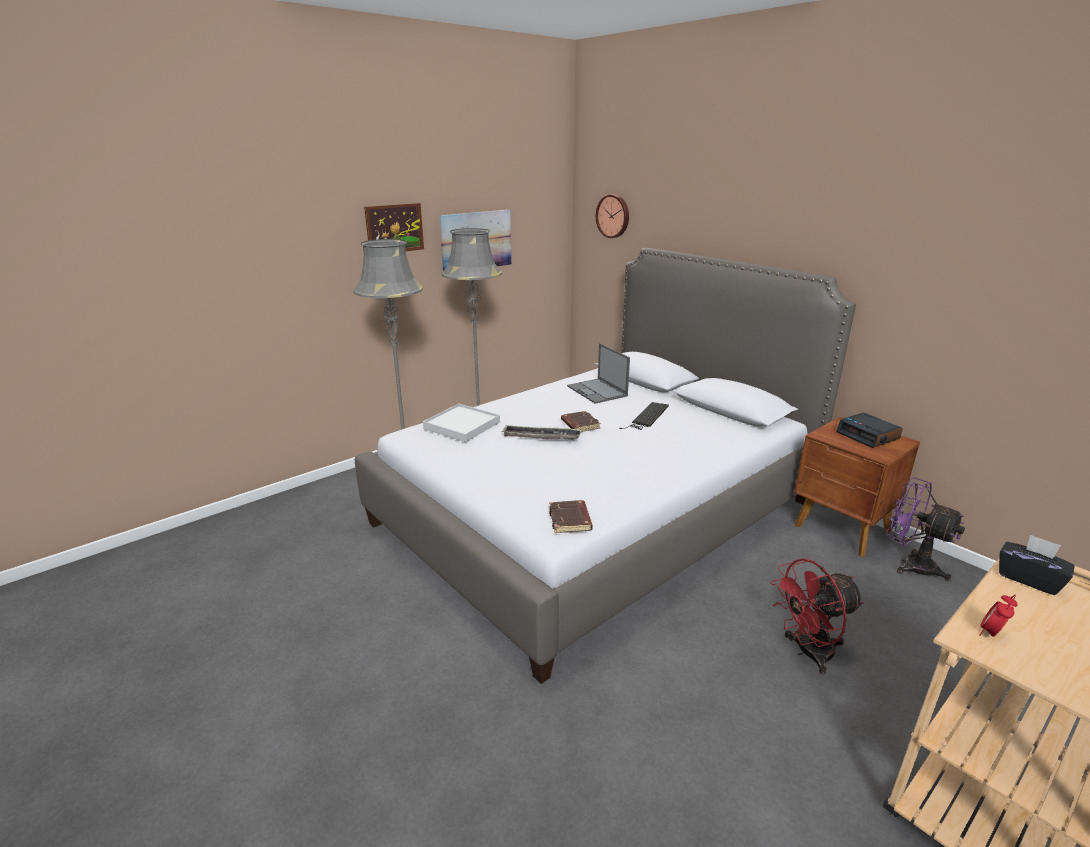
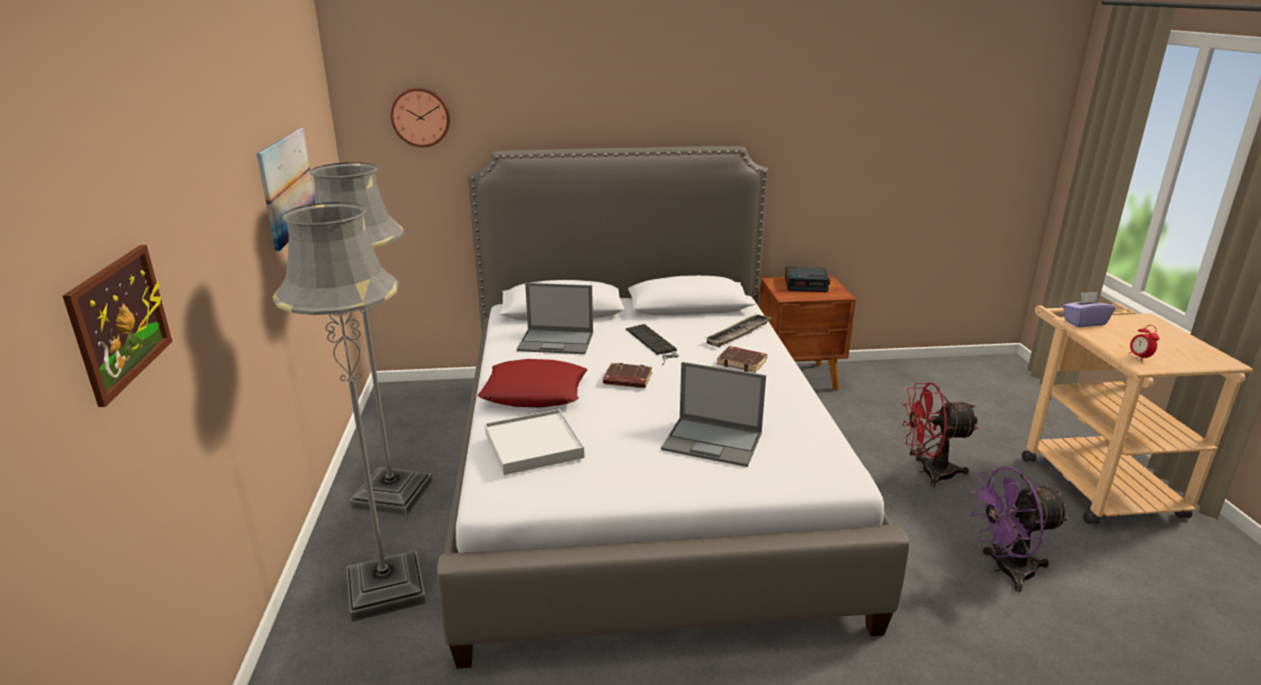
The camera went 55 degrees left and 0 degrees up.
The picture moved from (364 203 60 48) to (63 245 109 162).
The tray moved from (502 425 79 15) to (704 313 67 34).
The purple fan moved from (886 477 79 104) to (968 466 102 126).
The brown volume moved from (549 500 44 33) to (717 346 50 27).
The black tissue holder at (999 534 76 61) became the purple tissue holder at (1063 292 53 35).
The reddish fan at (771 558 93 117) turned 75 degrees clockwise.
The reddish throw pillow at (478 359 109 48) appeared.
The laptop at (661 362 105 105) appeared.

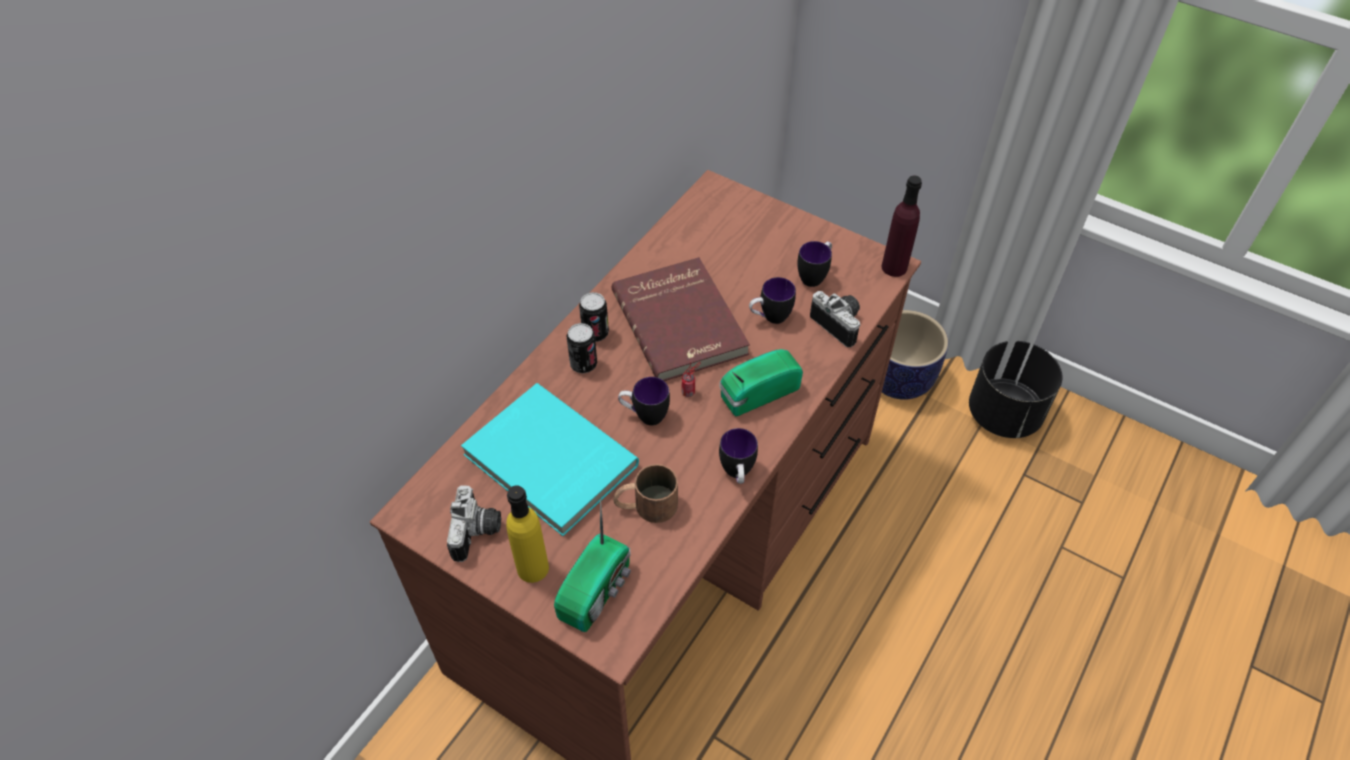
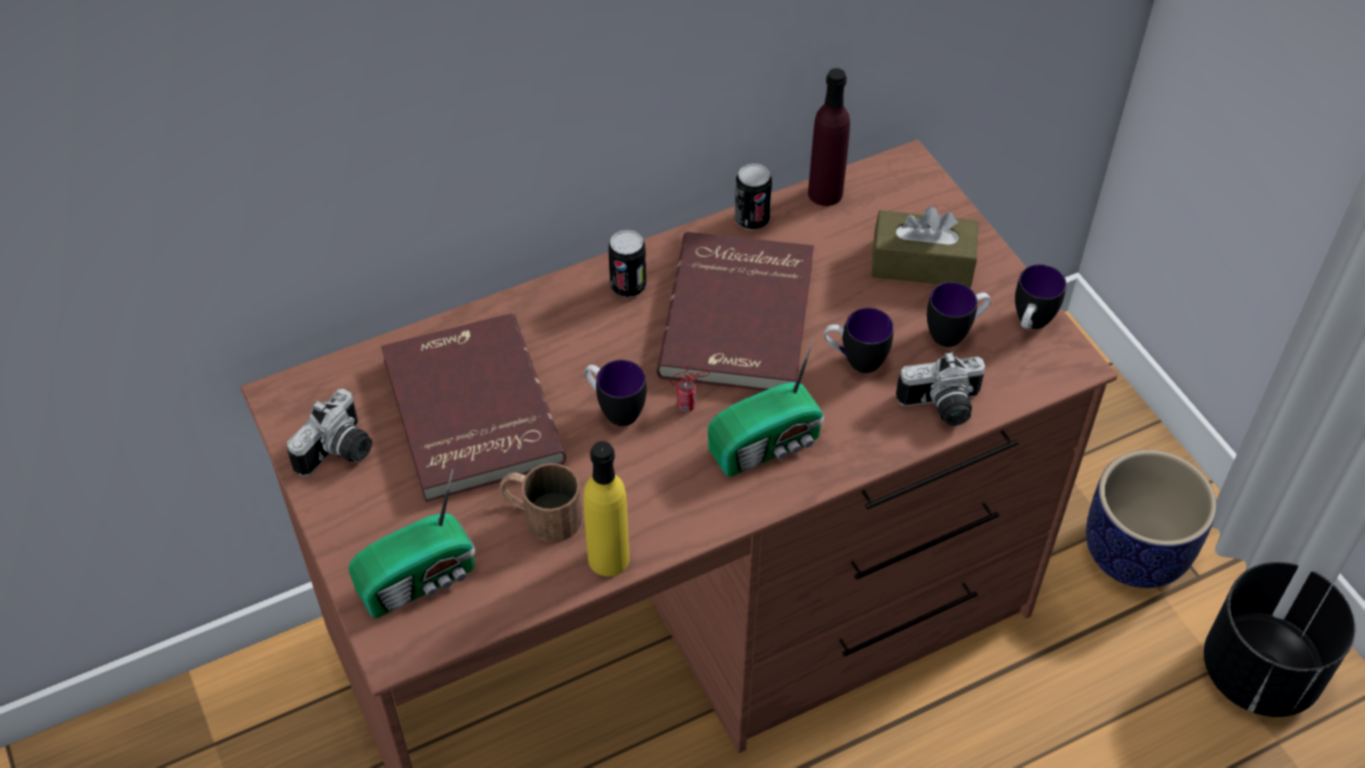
The camera went 30 degrees right and 0 degrees up.
The purple bottle moved from (882 175 40 102) to (808 68 42 138).
The still camera at (810 291 51 56) turned 90 degrees clockwise.
The metal can moved from (566 323 31 50) to (735 163 37 67).
The radio at (719 349 84 67) turned 150 degrees clockwise.
The blue-green volume at (461 383 178 153) became the reddish volume at (381 313 185 189).
The coffee mug moved from (719 428 39 56) to (1015 264 52 65).
The yellow-coloured bottle moved from (506 485 43 98) to (583 441 47 135).
The brown tissue holder at (871 207 108 81) appeared.

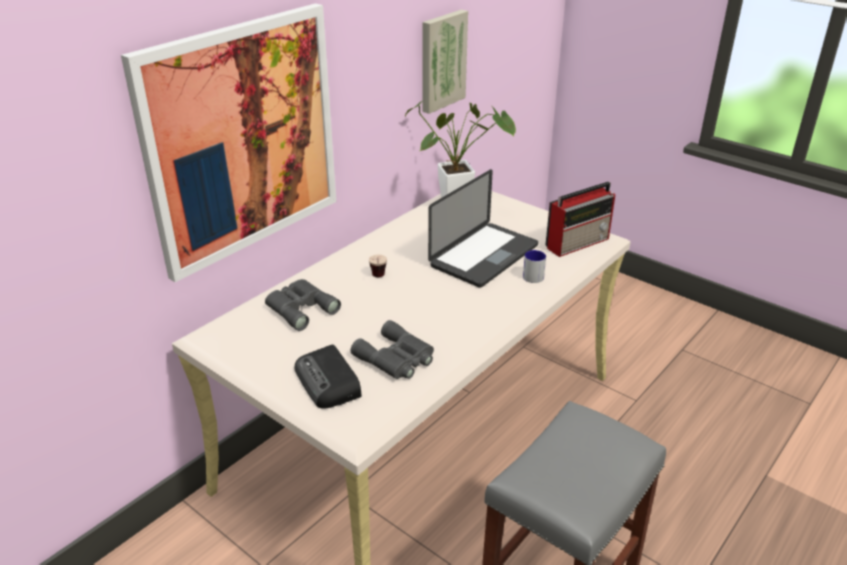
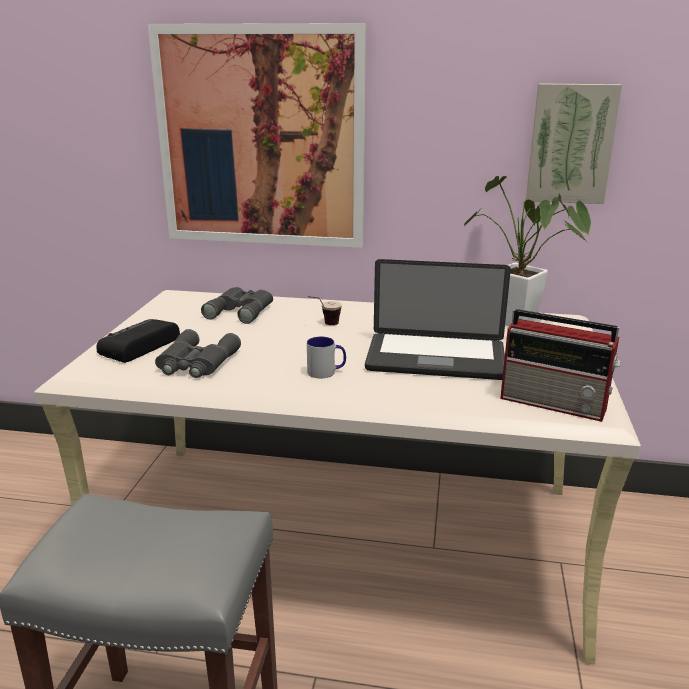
The camera went 60 degrees right and 10 degrees down.
The coffee mug moved from (523 250 23 33) to (307 337 39 41).

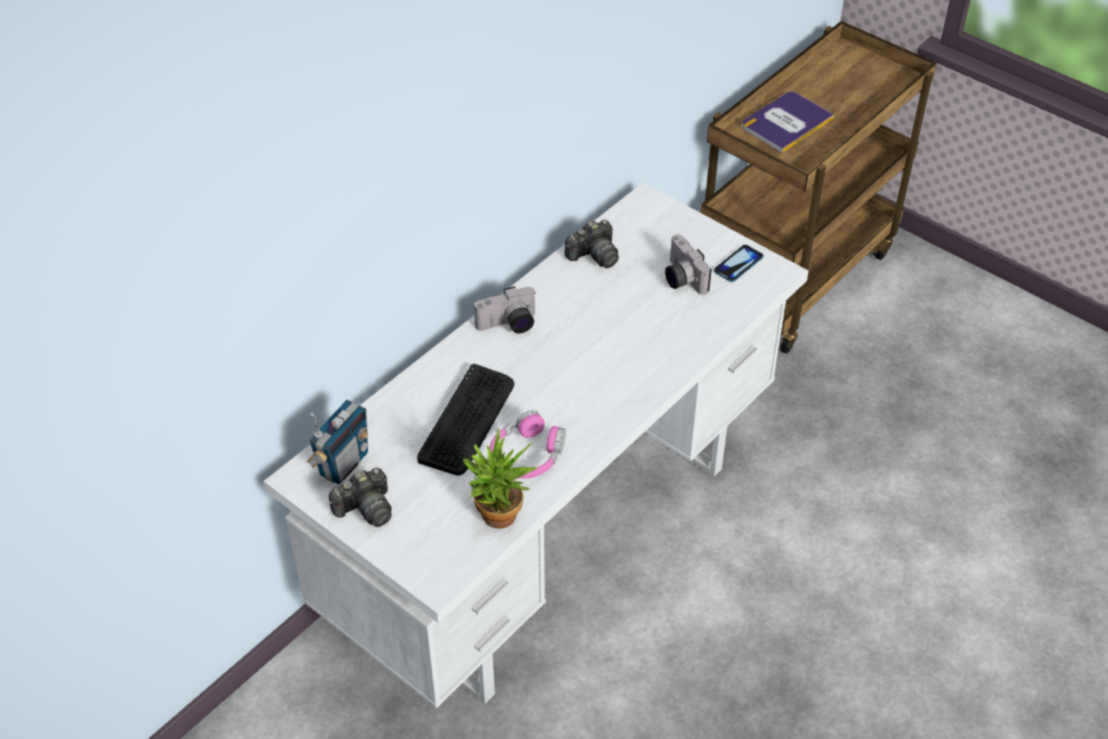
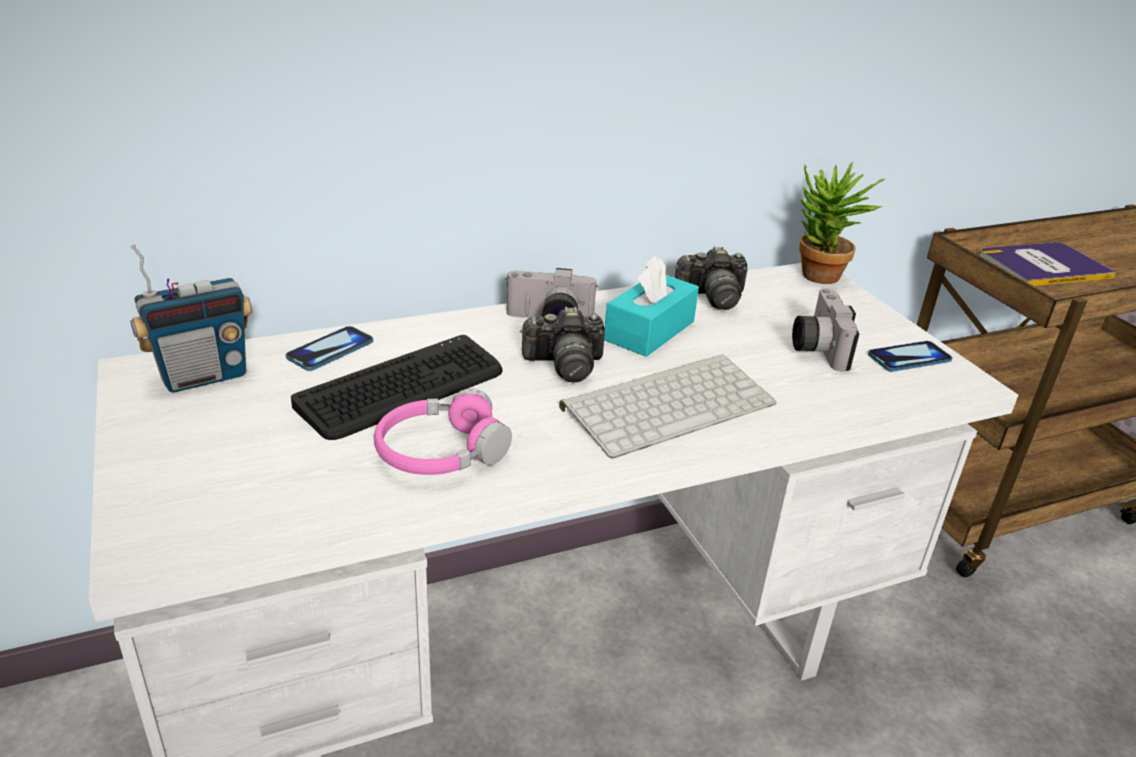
The camera went 25 degrees right and 15 degrees down.
The plant in a pot moved from (463 428 75 101) to (799 162 86 122).
The still camera moved from (329 468 63 59) to (520 307 85 75).
The blue-green tissue holder at (604 255 95 102) appeared.
The handset at (285 326 88 45) appeared.
The keyboard at (559 355 218 104) appeared.

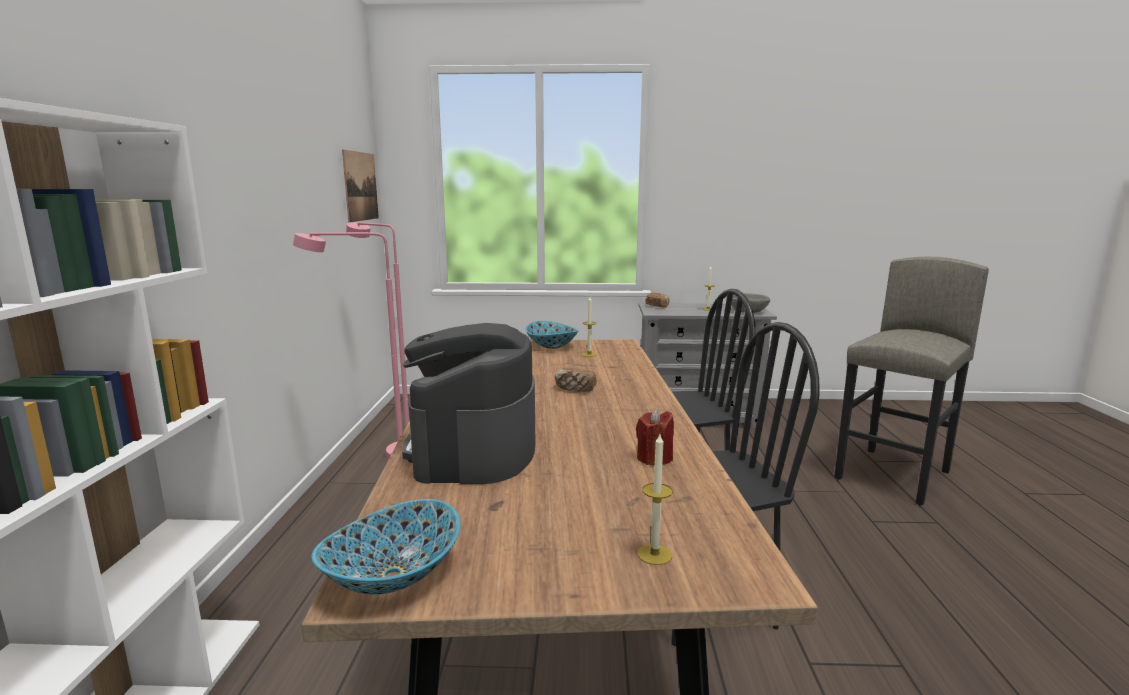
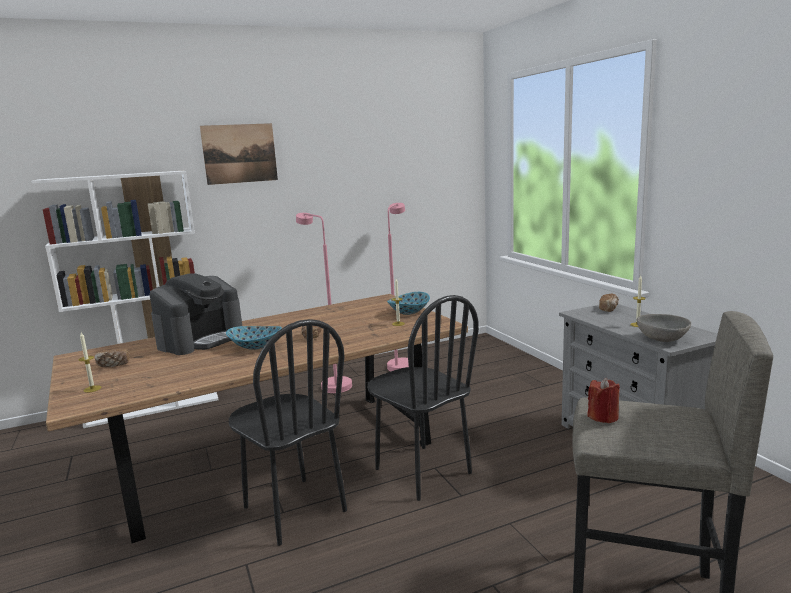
The camera went 65 degrees right and 0 degrees up.
The picture moved from (342 150 37 73) to (200 123 78 62).
The coffee maker at (402 323 134 161) turned 150 degrees clockwise.
The reddish wax candle moved from (636 409 38 56) to (587 378 33 45).
The serving bowl moved from (311 499 150 96) to (226 326 56 24).
The baked bread at (95 349 35 18) appeared.

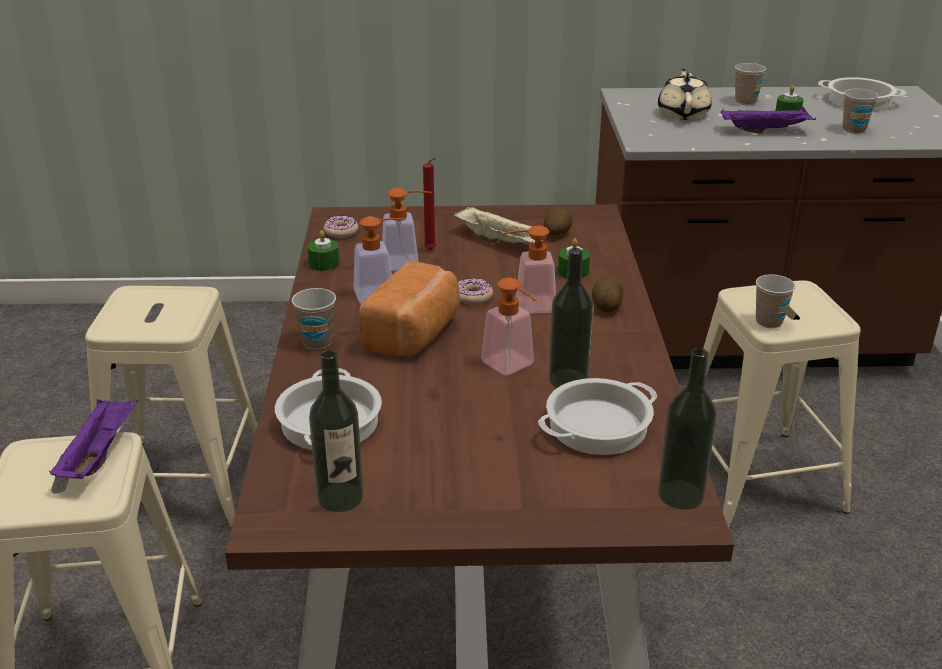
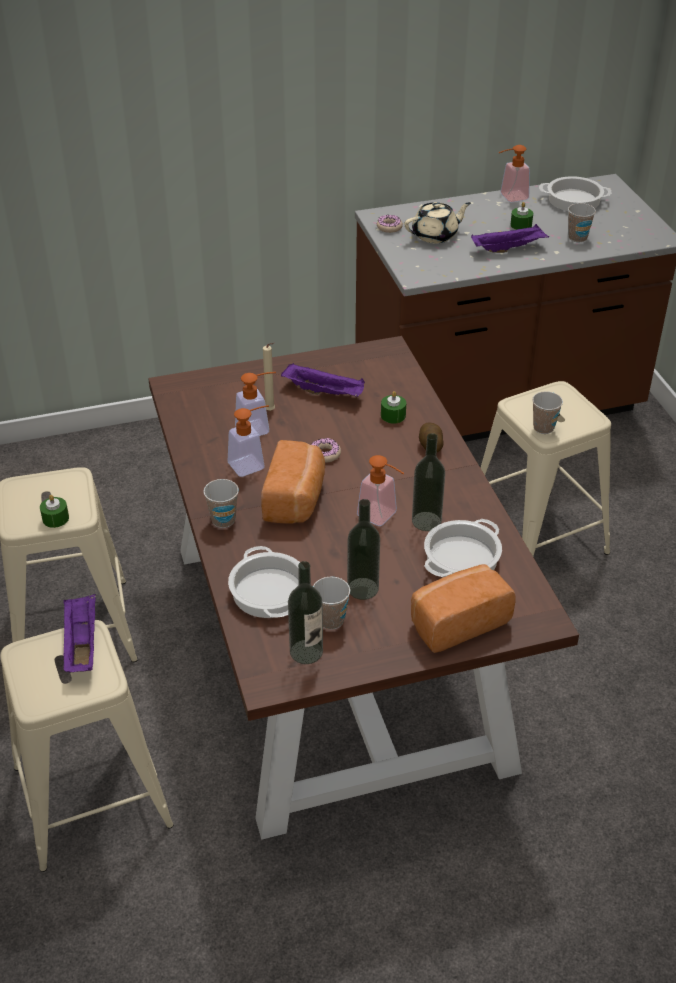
The camera went 15 degrees left and 10 degrees up.
The small cup moved from (735 63 31 42) to (313 576 37 54).
The beige-coloured tea pot at (658 69 54 51) turned 75 degrees clockwise.
The reddish wax candle at (423 158 13 92) became the beige-coloured wax candle at (263 343 12 68).
The beige-coloured tray at (454 206 93 37) became the purple tray at (281 363 84 34).
The potato at (544 207 29 28) disappeared.
The donut moved from (323 216 35 22) to (377 215 26 18).
The soap dispenser moved from (502 226 54 88) to (499 145 31 57).
The greenish wax candle moved from (308 230 32 41) to (40 495 29 33).
The bottle moved from (658 348 59 162) to (347 499 33 101).
The baked bread at (411 564 105 89) appeared.

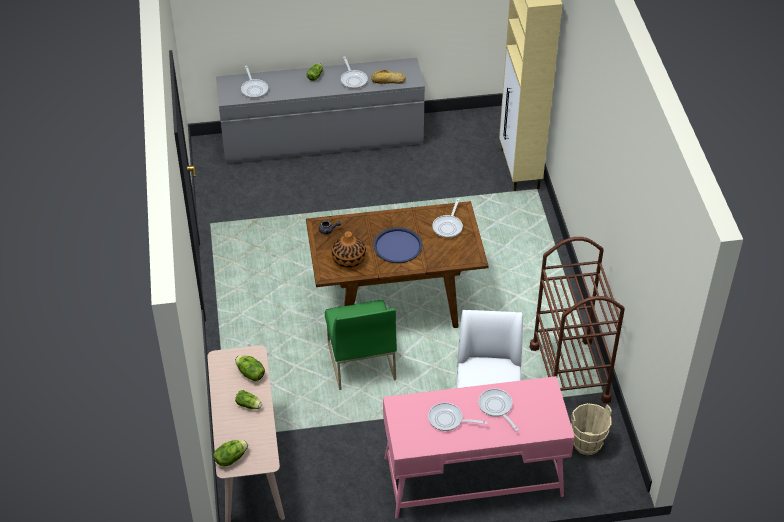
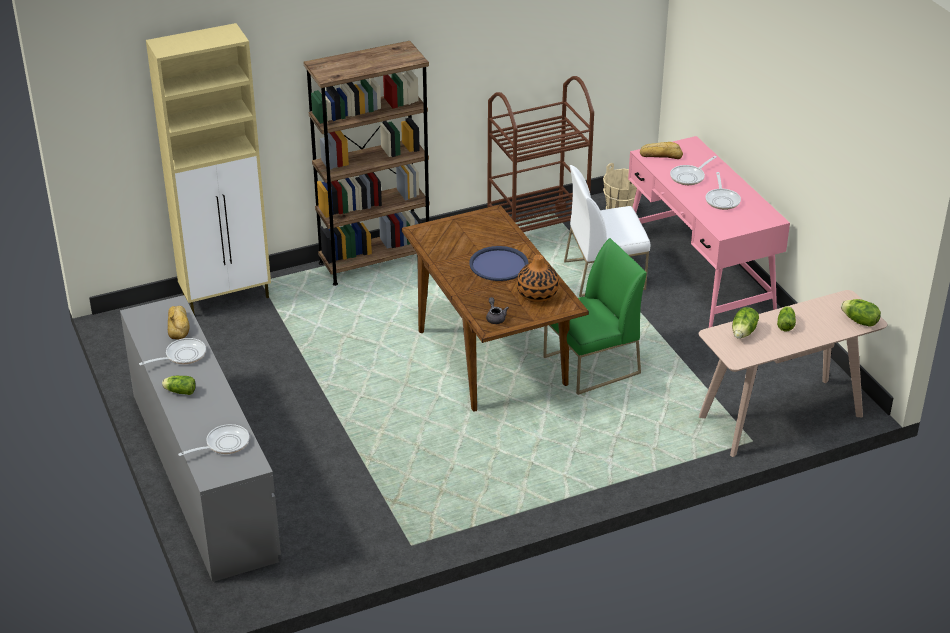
The camera went 105 degrees left and 10 degrees down.
The skillet at (432 199 31 39) disappeared.
The brown shelving unit at (303 41 127 245) appeared.
The baked bread at (640 142 43 17) appeared.

